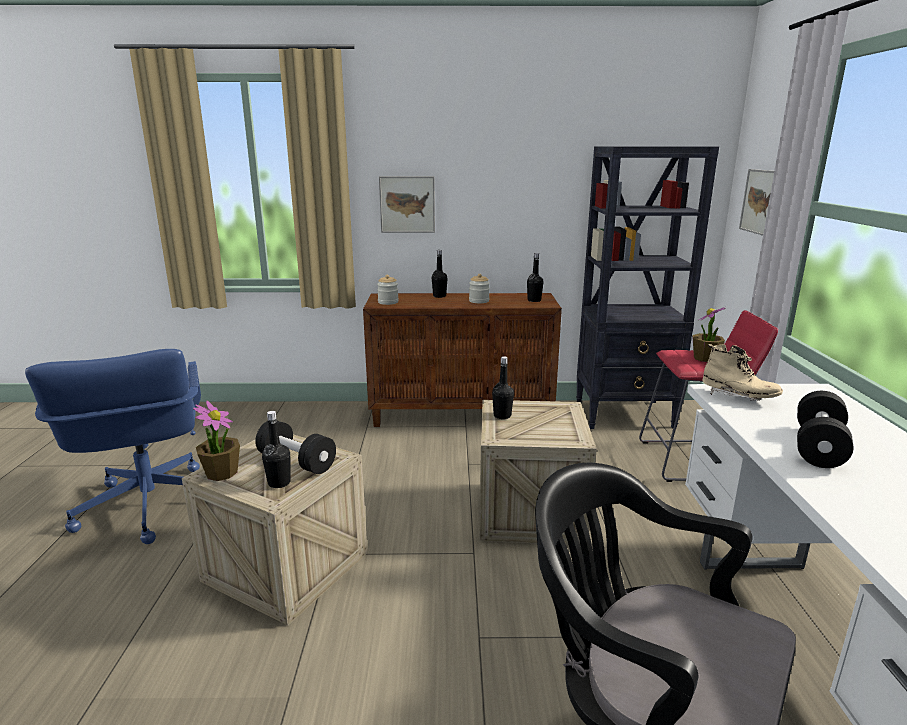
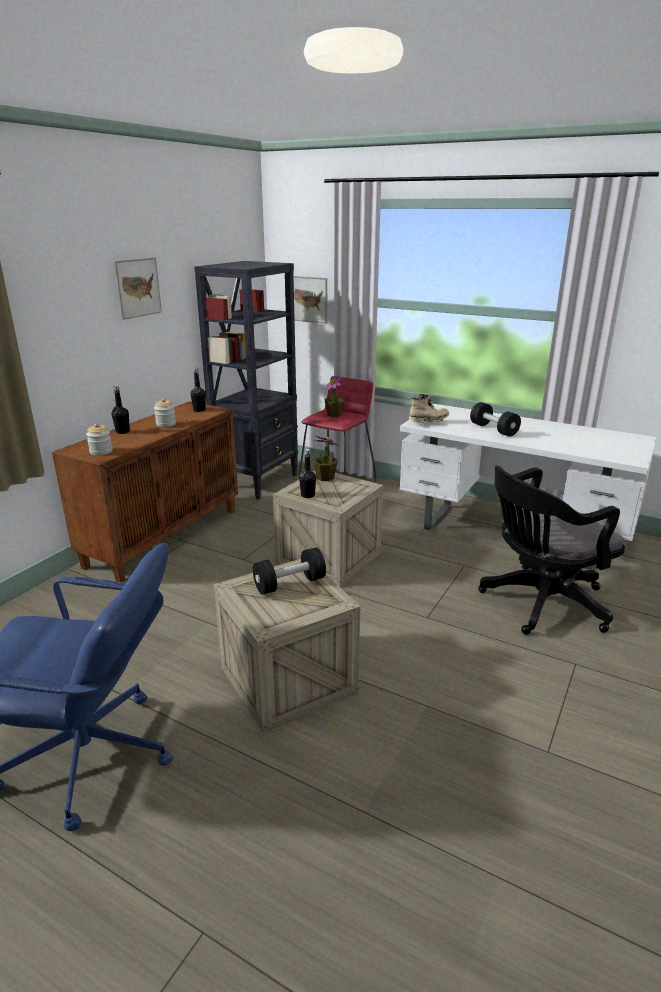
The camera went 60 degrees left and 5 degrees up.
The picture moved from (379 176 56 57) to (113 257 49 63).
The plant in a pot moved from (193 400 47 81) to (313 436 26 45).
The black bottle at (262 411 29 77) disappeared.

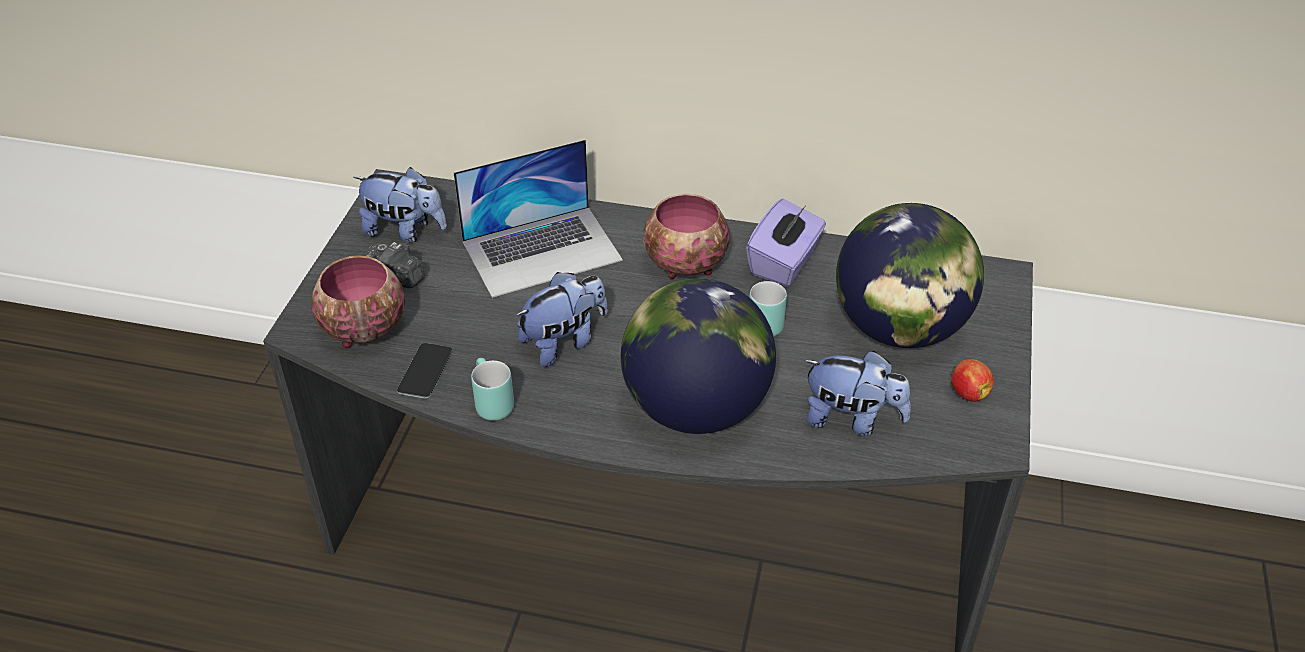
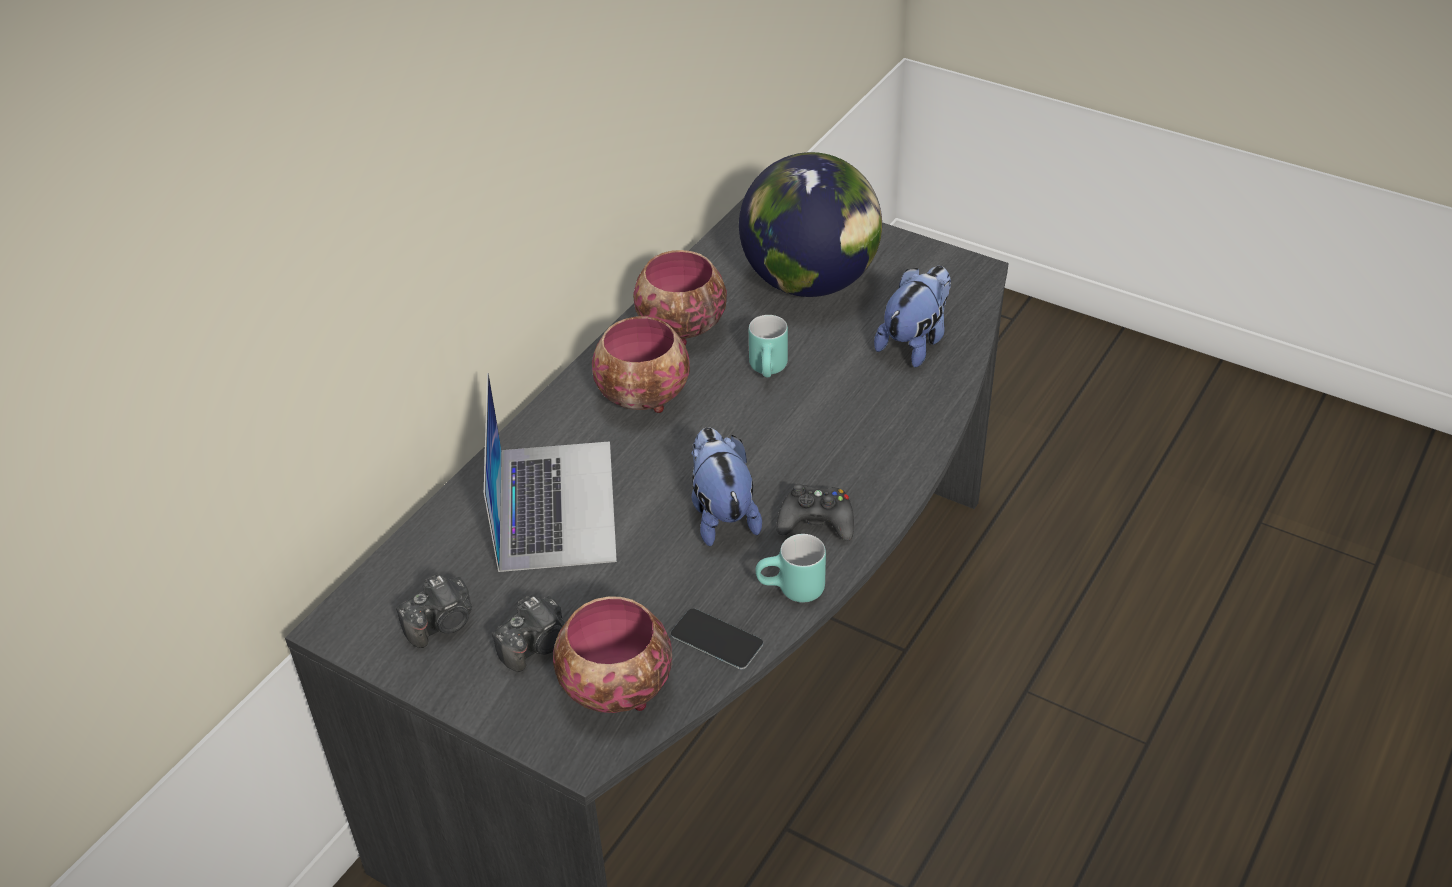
The camera went 70 degrees left and 0 degrees up.
The plush toy at (353 167 94 75) was replaced by the still camera at (396 574 76 74).
The purple tissue holder at (746 199 80 88) was replaced by the serving bowl at (633 250 94 95).
The world globe at (621 278 155 156) disappeared.
The whole apple at (951 359 43 43) disappeared.
The black joypad at (776 484 78 57) appeared.

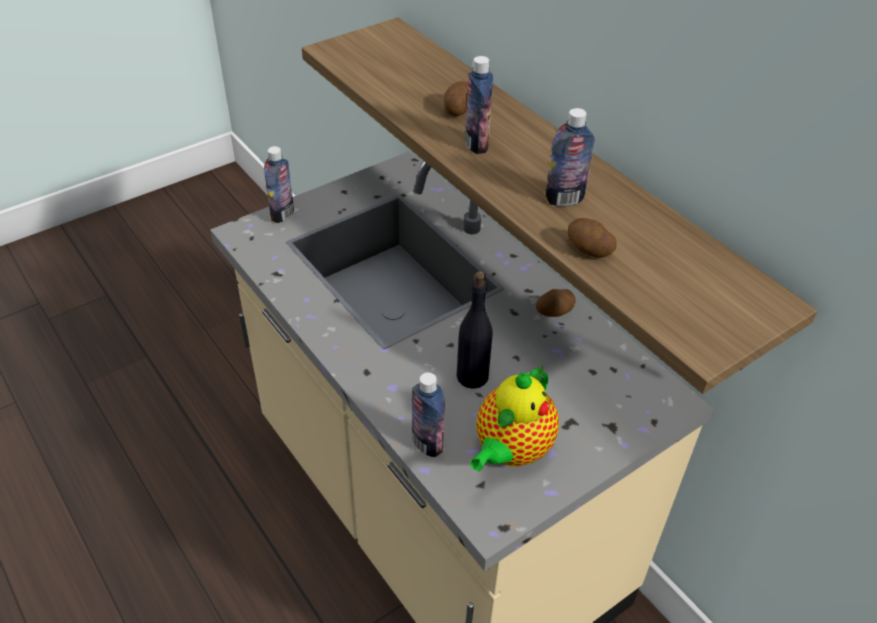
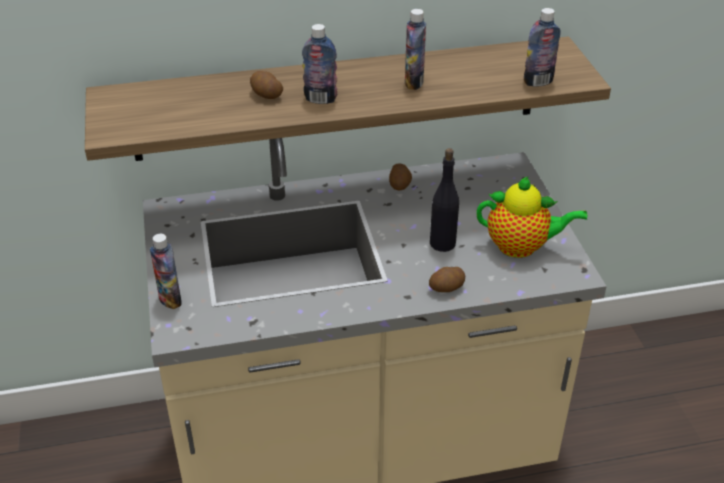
The camera went 65 degrees left and 5 degrees down.
The potato moved from (568 218 49 40) to (429 267 36 25).
The tea pot at (470 365 89 106) turned 45 degrees counterclockwise.
The bottle moved from (412 372 33 85) to (524 8 37 79).

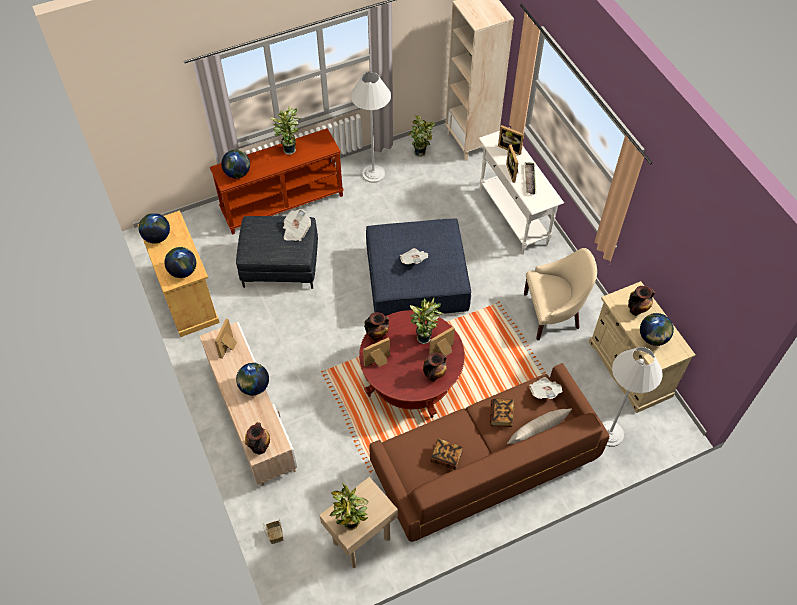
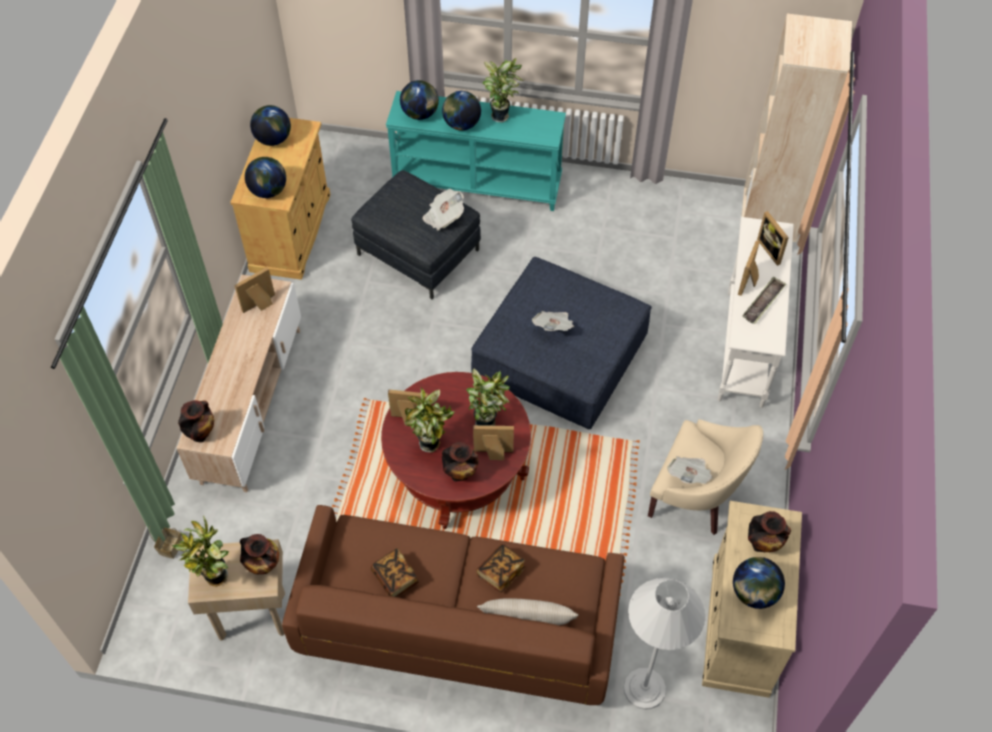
The camera went 35 degrees right and 0 degrees up.
The whitish standard lamp at (351 72 40 111) disappeared.
The plant in a pot moved from (409 115 26 42) to (405 388 49 65).
The brown hall table at (210 128 134 107) became the blue-green hall table at (386 91 180 120).
The decorative vase moved from (364 312 25 29) to (240 534 39 40).
The world globe moved from (236 363 33 33) to (442 91 39 40).
The printed paper moved from (529 377 34 22) to (667 456 46 28).

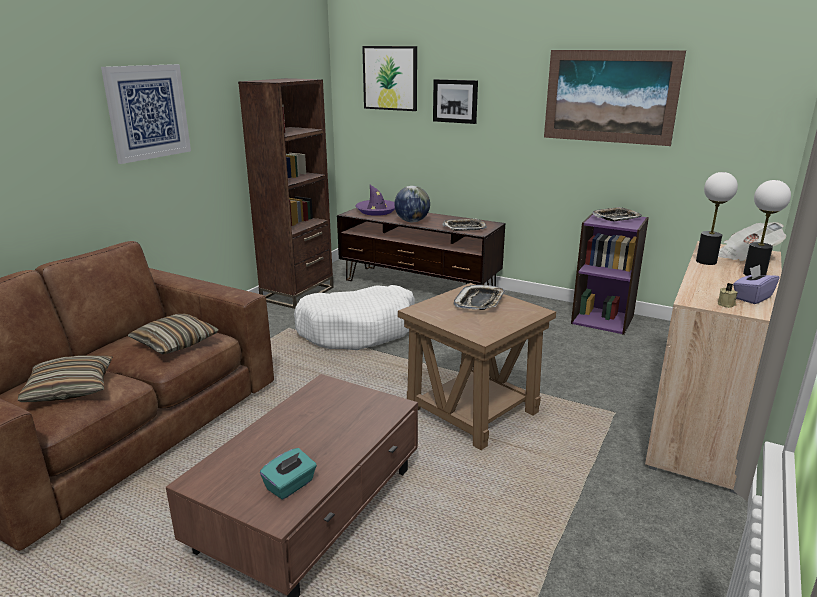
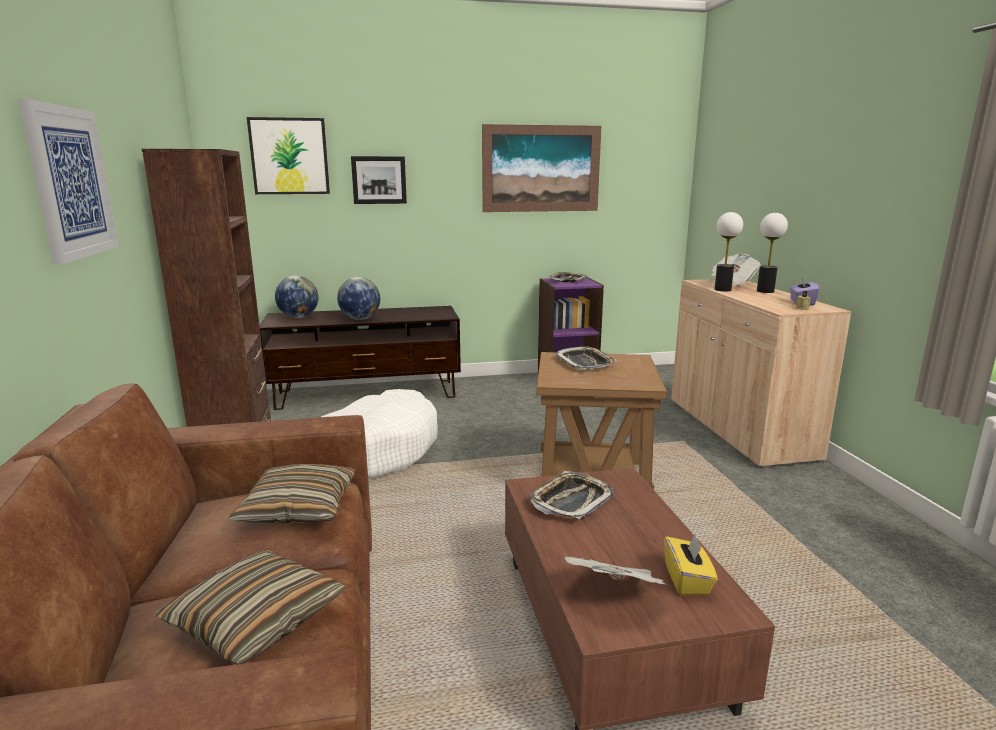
The camera went 40 degrees left and 5 degrees down.
The purple wearable hat at (355 185 40 31) was replaced by the world globe at (275 276 43 42).
The tray moved from (442 219 45 12) to (531 471 83 48).
The blue-green tissue holder at (260 448 57 52) became the yellow-coloured tissue holder at (664 534 53 61).
The printed paper at (565 557 102 28) appeared.

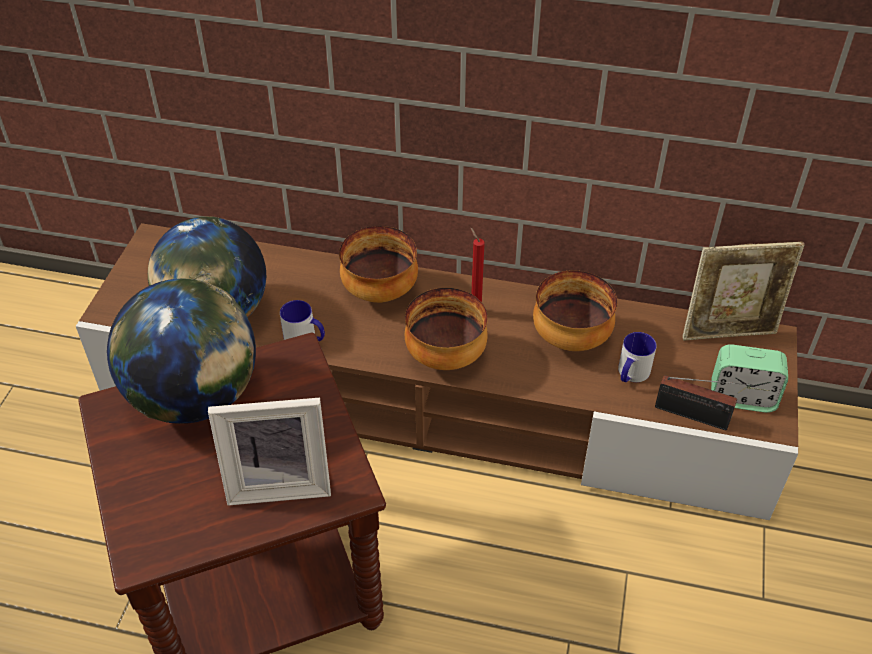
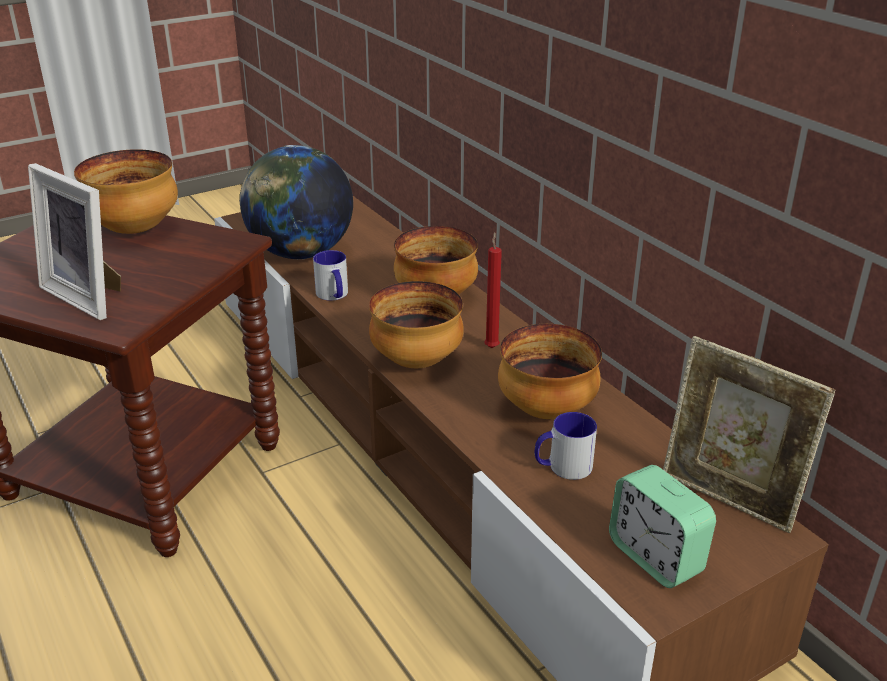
The camera went 45 degrees right and 15 degrees down.
The world globe at (107 279 149 145) was replaced by the serving bowl at (74 149 104 85).
The radio at (655 375 98 55) disappeared.

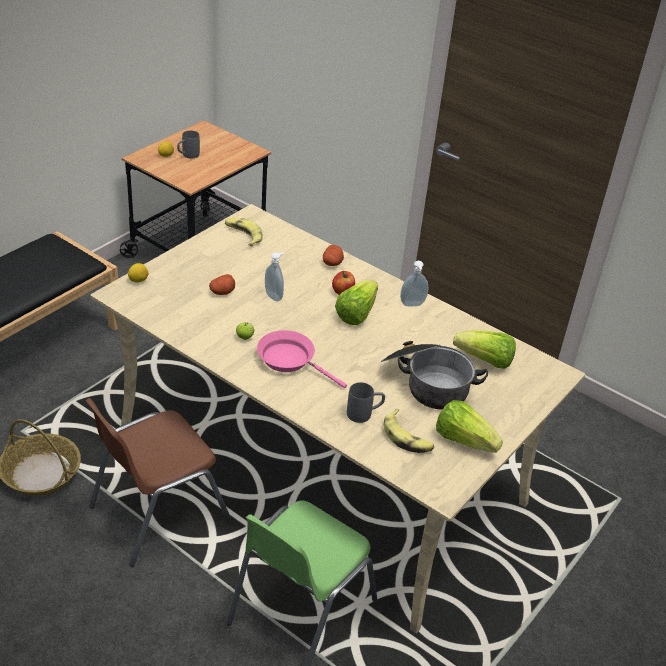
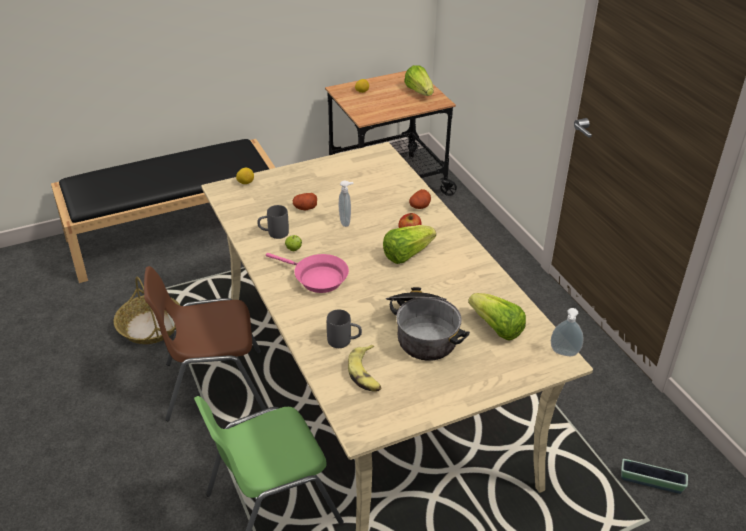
The camera went 30 degrees right and 0 degrees up.
The grey coffee mug moved from (177 130 23 28) to (257 205 32 34).
The banana fruit at (225 218 38 28) disappeared.
The soap dispenser moved from (400 261 28 46) to (551 308 33 48).
The pink skillet at (257 330 90 58) turned 150 degrees clockwise.
The lettuce head moved from (436 400 67 53) to (404 65 30 31).
The planter at (621 459 67 35) appeared.

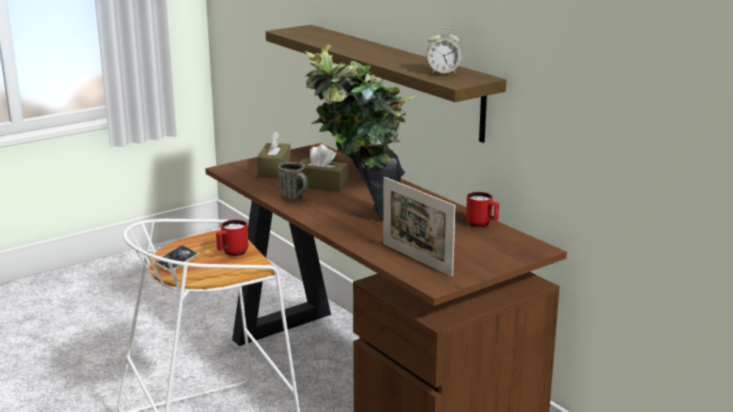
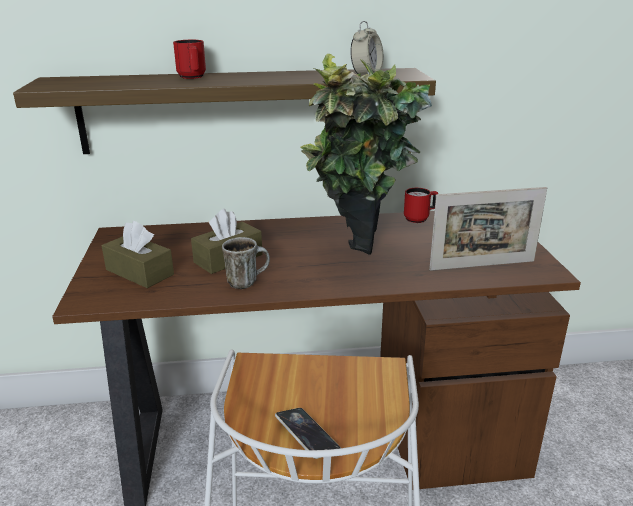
The camera went 60 degrees left and 5 degrees up.
The reddish coffee mug moved from (216 220 33 36) to (173 40 33 39).

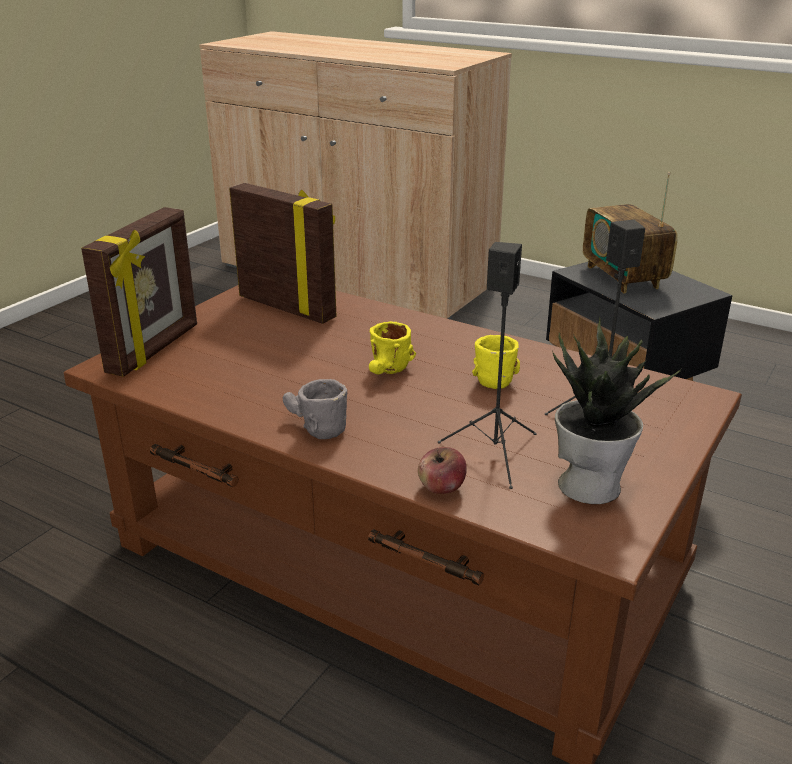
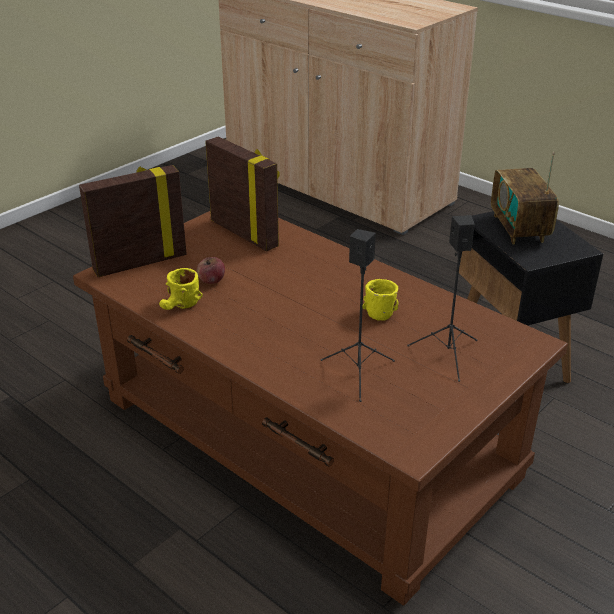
The camera went 10 degrees right and 5 degrees up.
The standing frame at (81 207 116 170) turned 150 degrees counterclockwise.
The plant in a pot at (552 316 130 188) disappeared.
The yellow-coloured coffee mug moved from (369 321 47 53) to (159 268 44 42).
The grey coffee mug at (283 379 64 60) disappeared.
The whole apple moved from (418 447 49 47) to (197 257 28 27).

